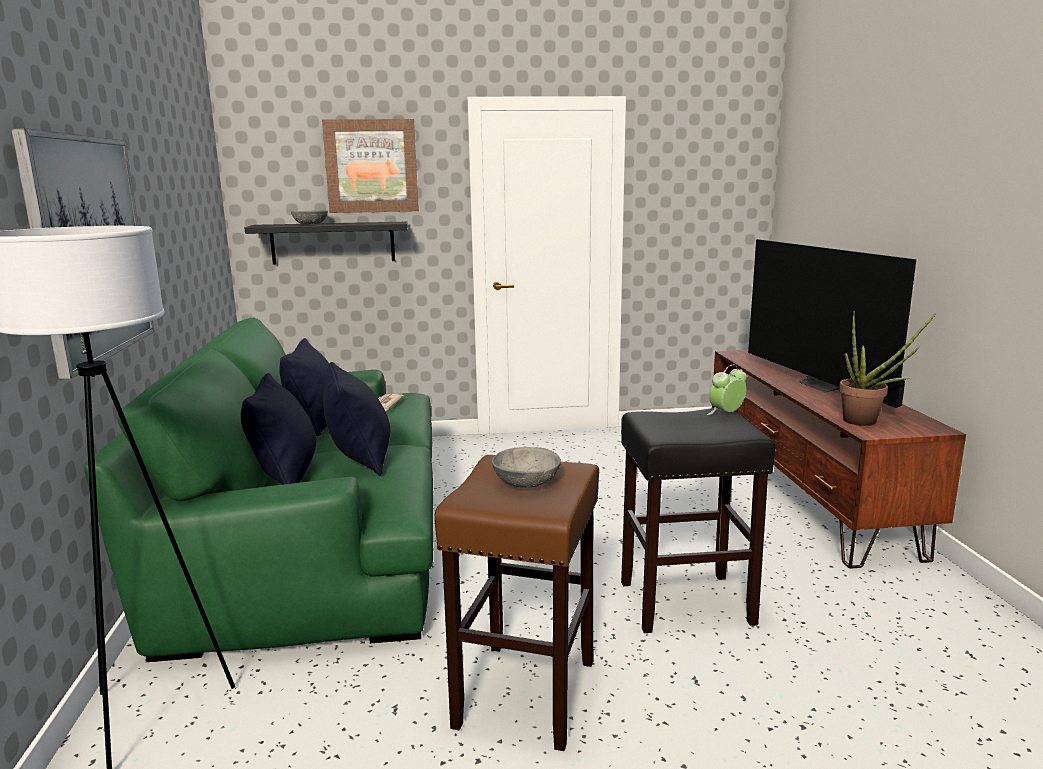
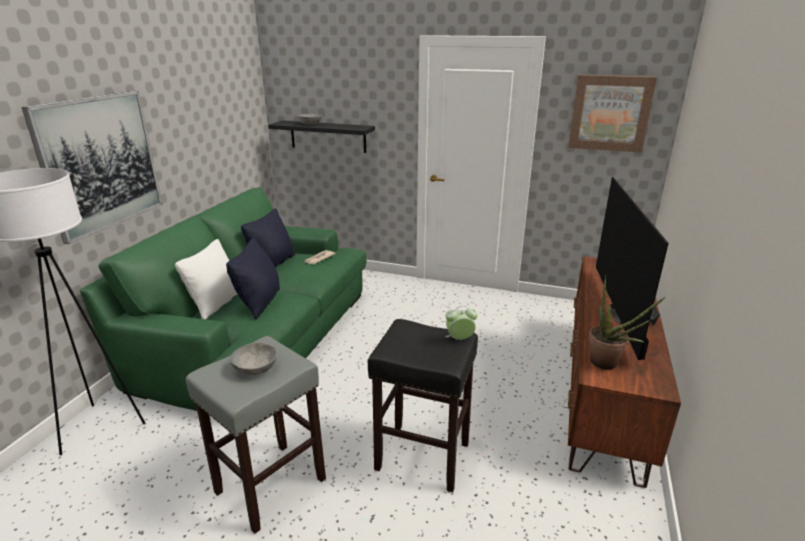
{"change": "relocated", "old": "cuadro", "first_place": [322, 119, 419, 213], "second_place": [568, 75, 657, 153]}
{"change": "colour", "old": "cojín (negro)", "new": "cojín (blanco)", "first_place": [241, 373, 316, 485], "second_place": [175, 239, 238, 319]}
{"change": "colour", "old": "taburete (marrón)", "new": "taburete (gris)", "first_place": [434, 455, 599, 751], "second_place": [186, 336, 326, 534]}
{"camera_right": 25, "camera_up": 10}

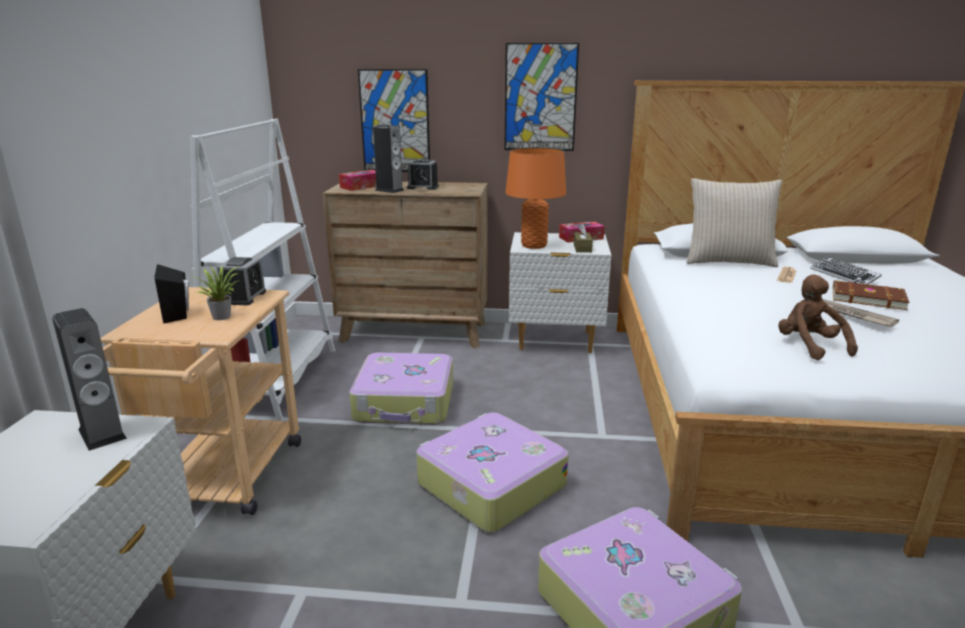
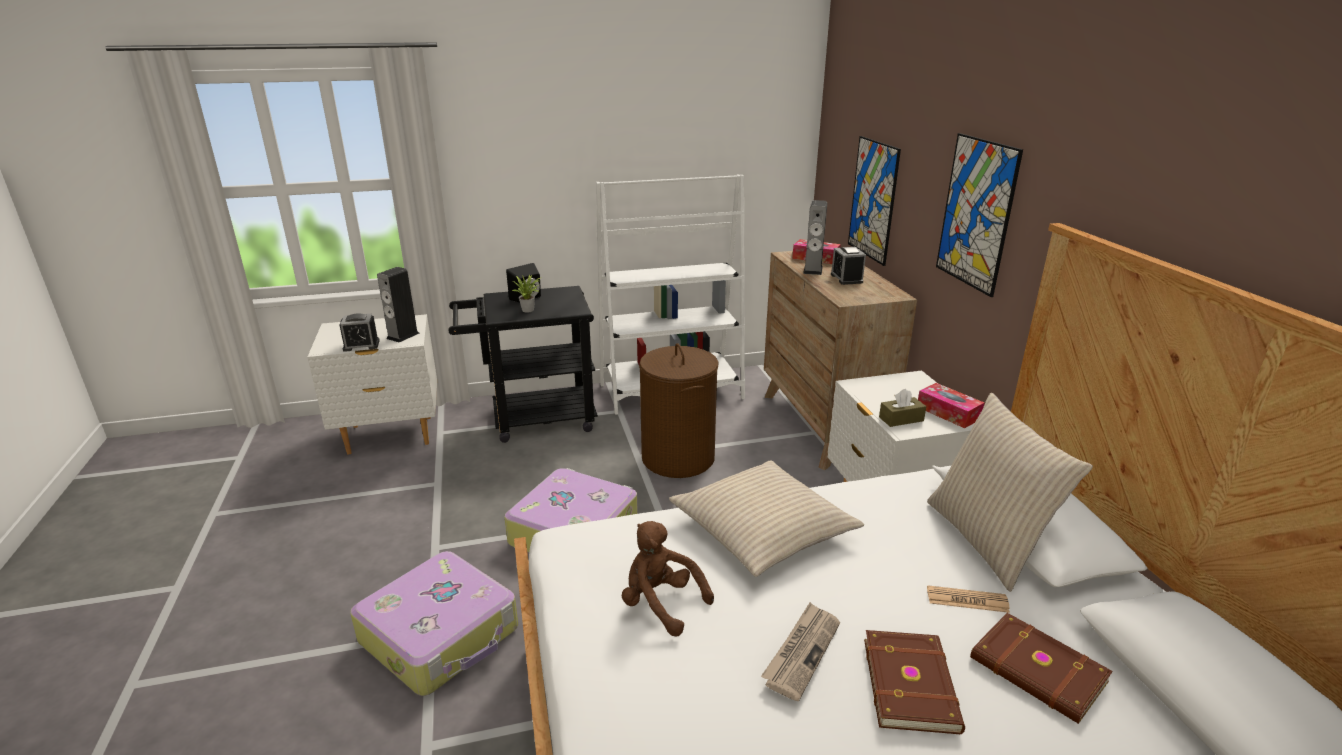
{"change": "missing", "old": "lámpara de mesa (naranja)", "first_place": [505, 147, 566, 249]}
{"change": "relocated", "old": "despertador", "first_place": [217, 257, 266, 305], "second_place": [339, 313, 380, 352]}
{"change": "exchanged", "old": "teclado", "new": "libro (marrón)", "first_place": [810, 257, 882, 284], "second_place": [970, 613, 1113, 724]}
{"change": "spun", "old": "peluche (marrón)", "first_place": [778, 275, 858, 360], "second_place": [622, 521, 714, 637], "degrees": -105}
{"change": "colour", "old": "carrito (beis)", "new": "carrito (negro)", "first_place": [100, 287, 301, 515], "second_place": [448, 286, 598, 443]}
{"change": "exchanged", "old": "maleta", "new": "cesto de la ropa (marrón)", "first_place": [349, 353, 453, 425], "second_place": [639, 343, 719, 478]}
{"change": "appeared", "new": "cojín (beis)", "second_place": [669, 461, 864, 577]}
{"camera_right": 70, "camera_up": 5}

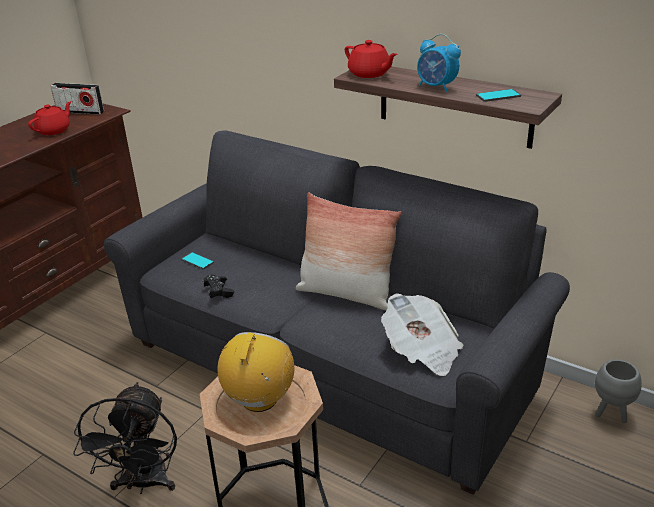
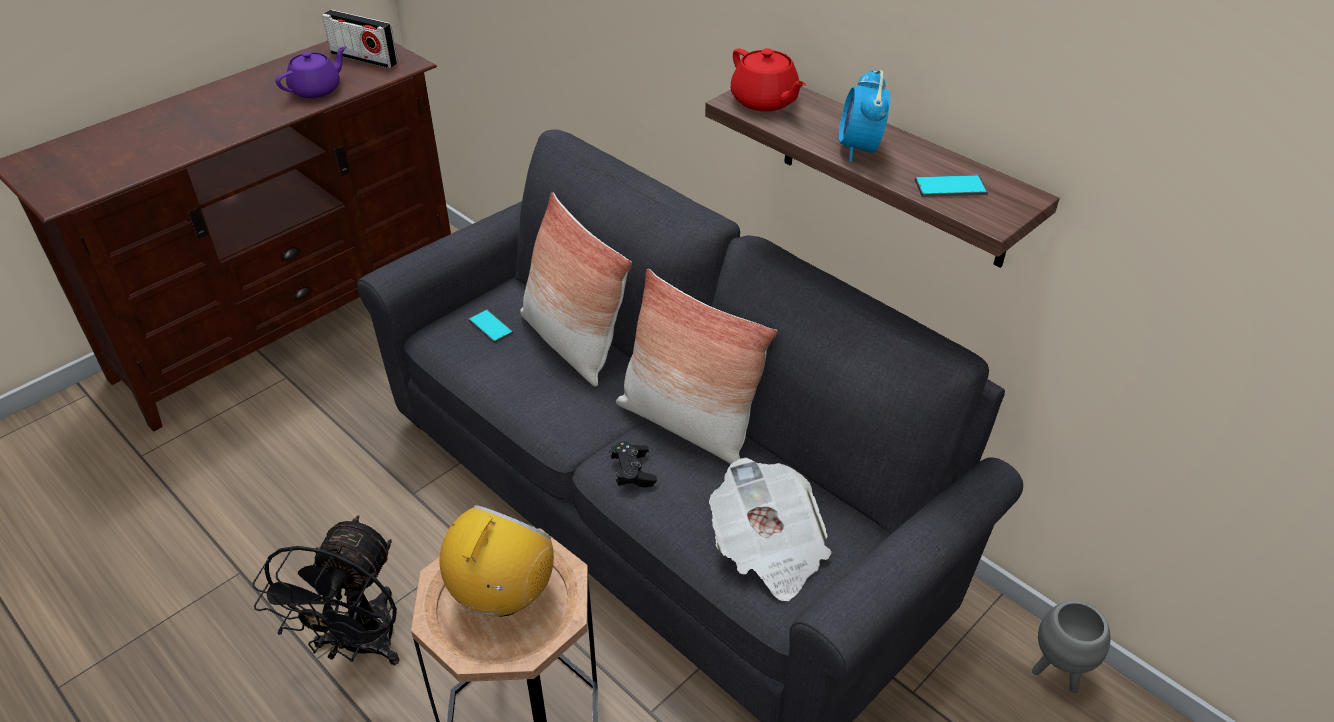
{"change": "spun", "old": "despertador", "first_place": [417, 34, 461, 92], "second_place": [839, 69, 890, 162], "degrees": 45}
{"change": "colour", "old": "tetera (rojo)", "new": "tetera (morado)", "first_place": [28, 101, 72, 135], "second_place": [275, 46, 347, 99]}
{"change": "relocated", "old": "mando de consola (negro)", "first_place": [202, 274, 234, 298], "second_place": [609, 441, 657, 488]}
{"change": "appeared", "new": "cojín", "second_place": [520, 192, 632, 387]}
{"camera_right": 10, "camera_up": 10}

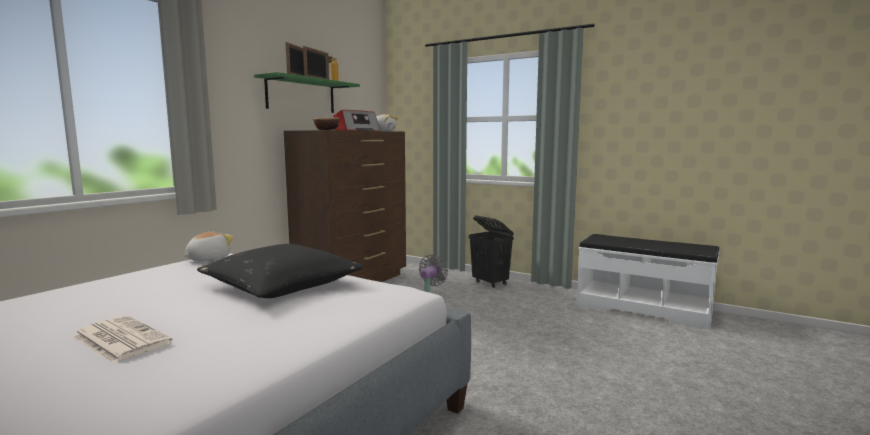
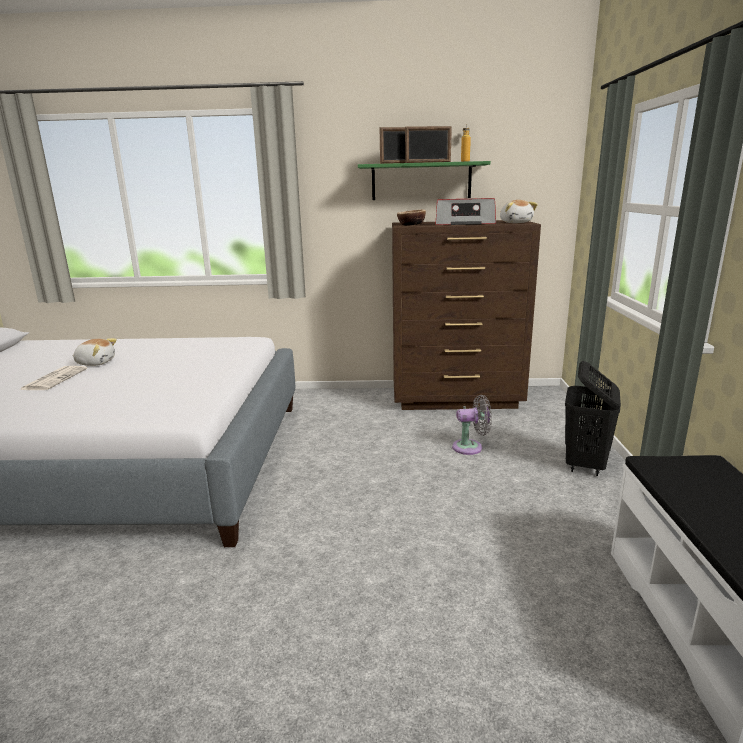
{"change": "relocated", "old": "peluche", "first_place": [183, 232, 234, 261], "second_place": [72, 338, 117, 366]}
{"change": "missing", "old": "cojín (negro)", "first_place": [197, 244, 364, 298]}
{"camera_right": 60, "camera_up": 10}

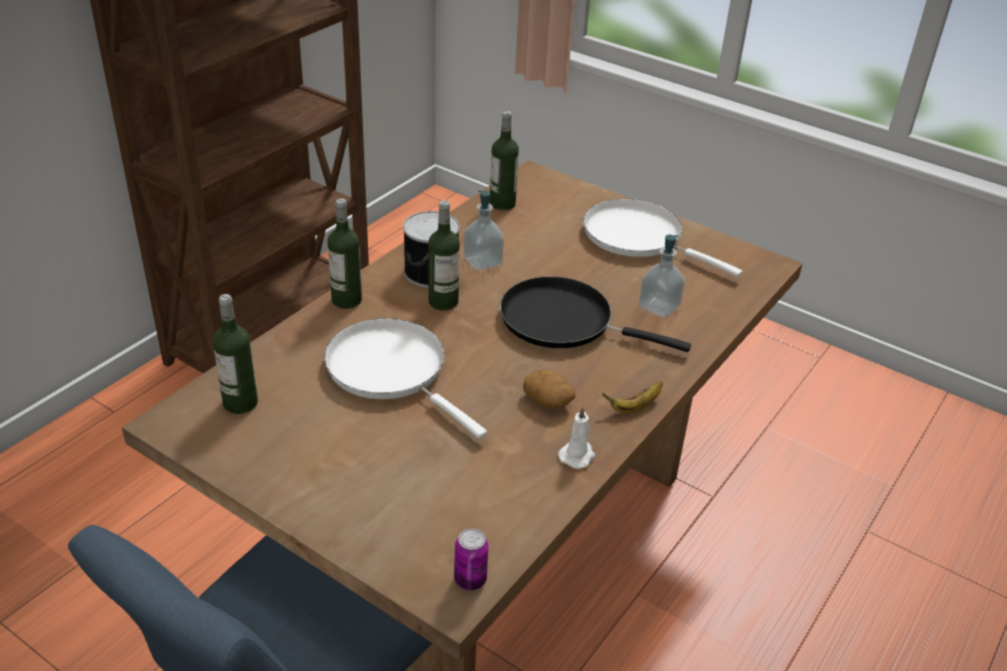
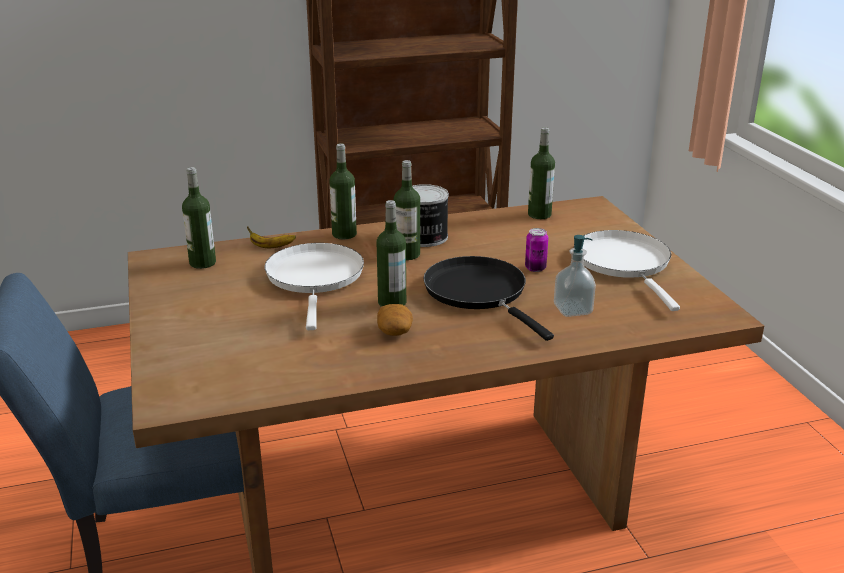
{"change": "missing", "old": "dispensador de jabón", "first_place": [463, 190, 504, 271]}
{"change": "relocated", "old": "plátano", "first_place": [602, 381, 663, 413], "second_place": [247, 227, 296, 248]}
{"change": "missing", "old": "vela (blanco)", "first_place": [558, 406, 595, 469]}
{"change": "relocated", "old": "lata", "first_place": [454, 529, 488, 590], "second_place": [525, 228, 548, 272]}
{"change": "appeared", "new": "botella", "second_place": [377, 200, 406, 307]}
{"camera_right": 40, "camera_up": -10}

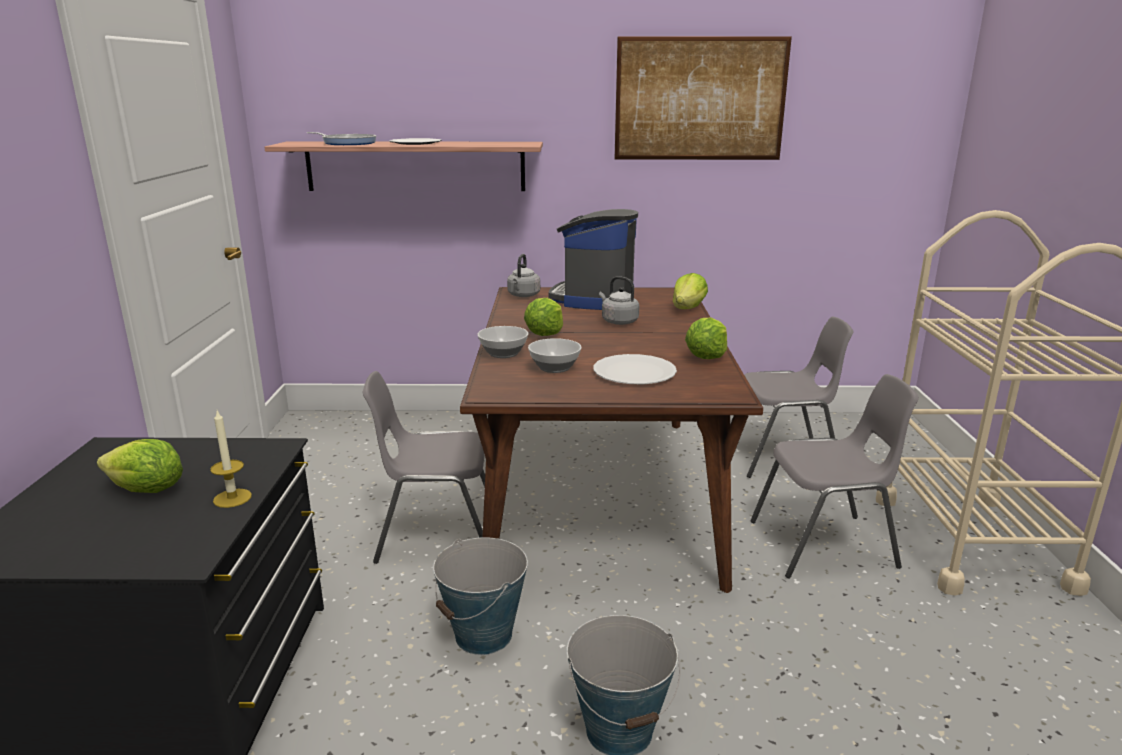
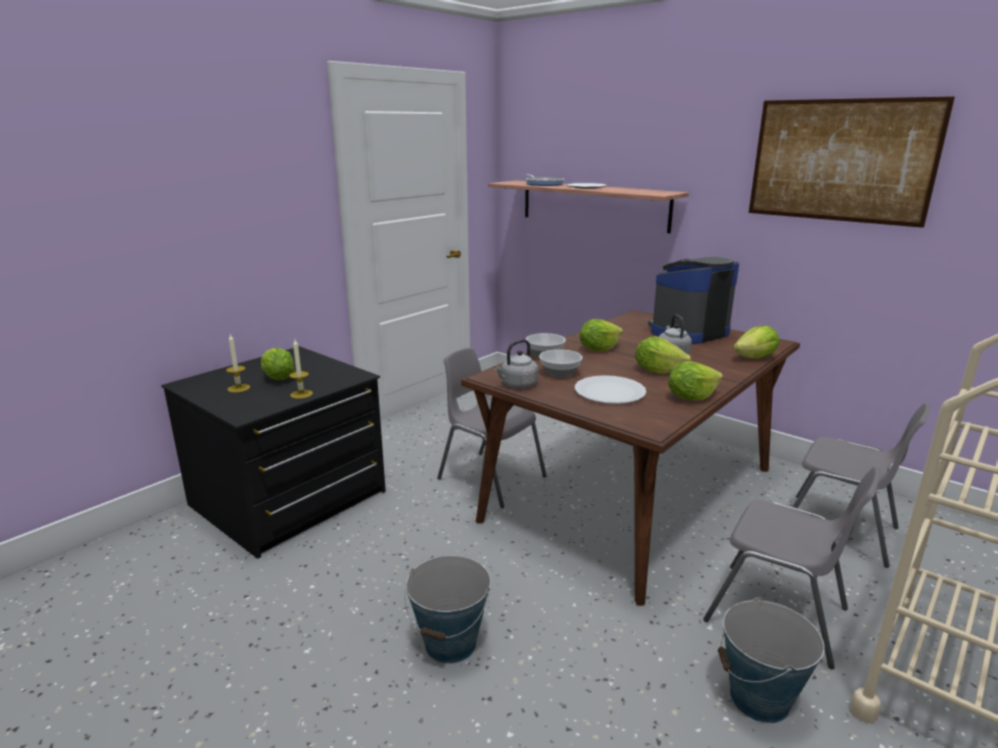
{"change": "relocated", "old": "hervidor (gris)", "first_place": [507, 254, 540, 297], "second_place": [494, 339, 538, 388]}
{"change": "relocated", "old": "cubo", "first_place": [433, 537, 528, 655], "second_place": [718, 597, 825, 723]}
{"change": "appeared", "new": "vela", "second_place": [226, 335, 250, 393]}
{"change": "appeared", "new": "lechuga", "second_place": [635, 336, 692, 374]}
{"camera_right": 40, "camera_up": 0}

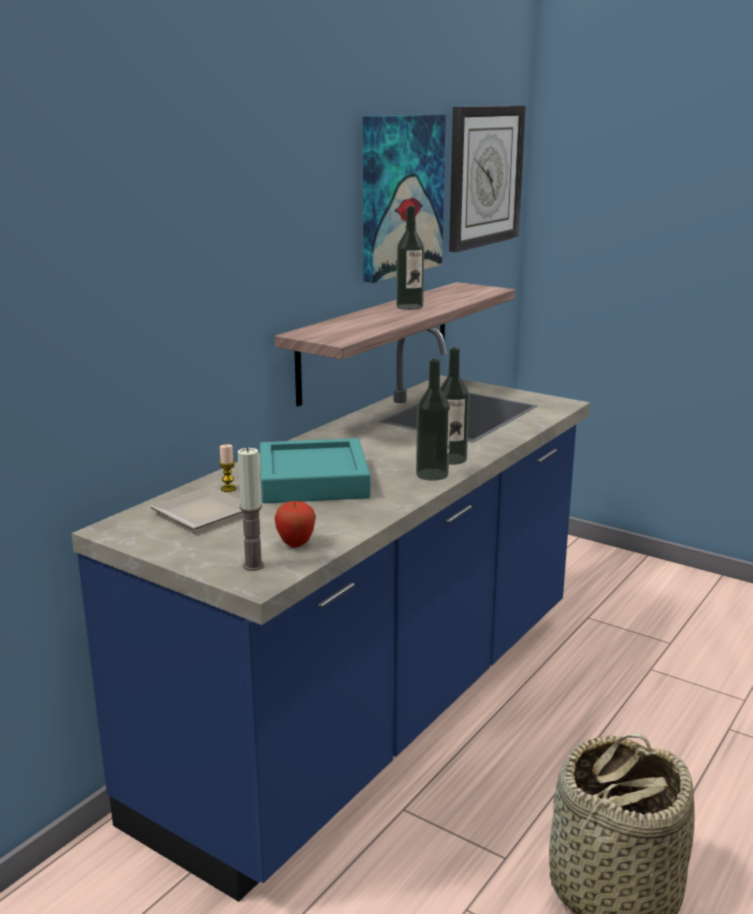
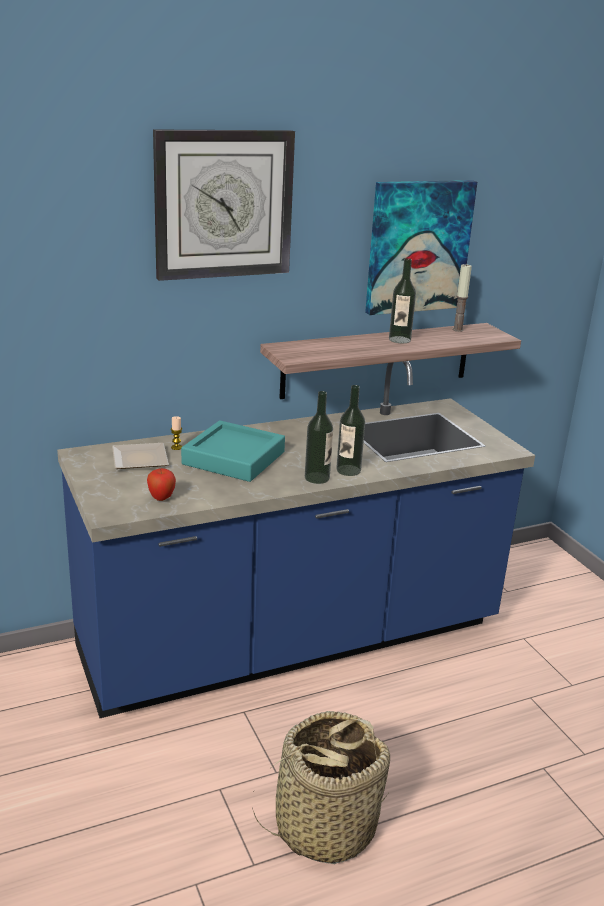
{"change": "relocated", "old": "reloj de pared", "first_place": [449, 106, 526, 252], "second_place": [153, 130, 295, 281]}
{"change": "relocated", "old": "vela", "first_place": [237, 447, 264, 571], "second_place": [452, 263, 472, 332]}
{"camera_right": 30, "camera_up": 5}

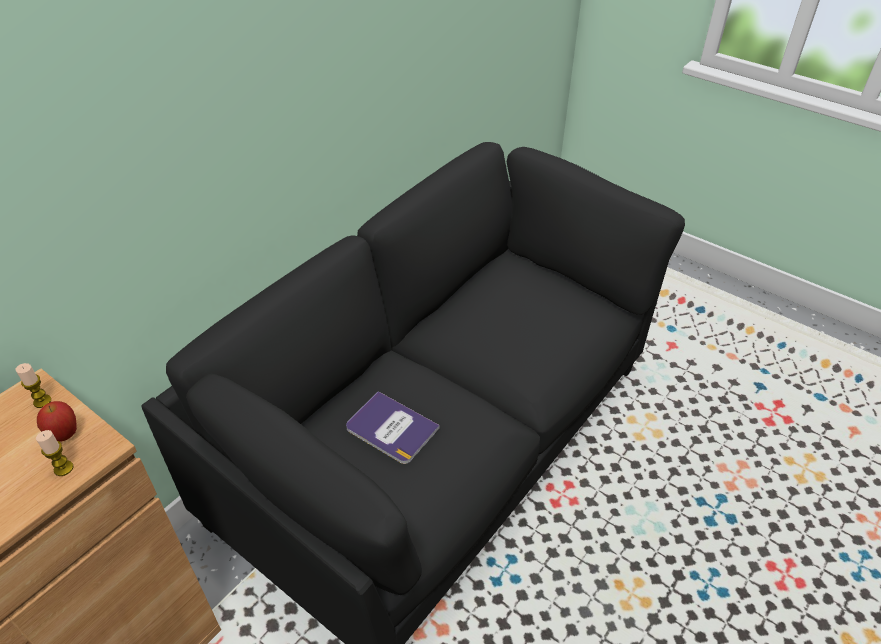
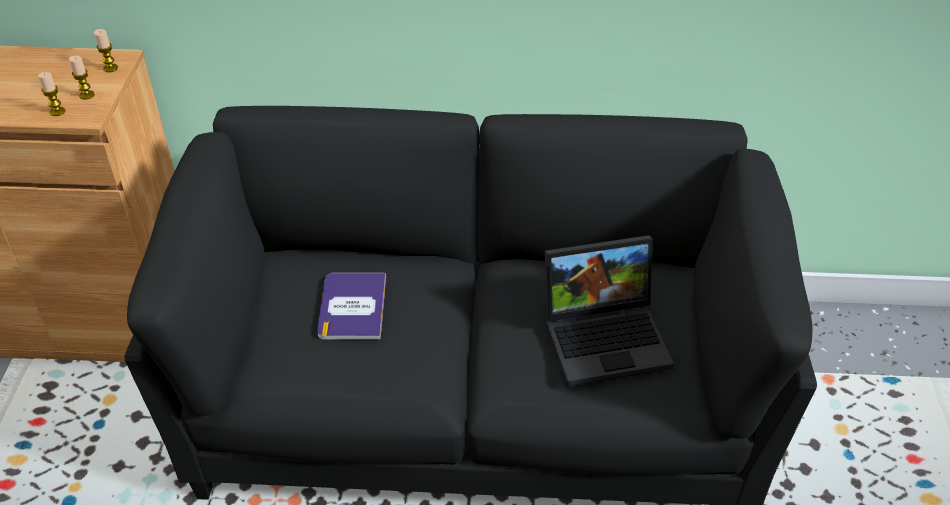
{"change": "exchanged", "old": "manzana", "new": "vela", "first_place": [37, 401, 77, 442], "second_place": [69, 56, 95, 100]}
{"change": "appeared", "new": "portátil", "second_place": [545, 235, 674, 387]}
{"camera_right": 55, "camera_up": 0}

